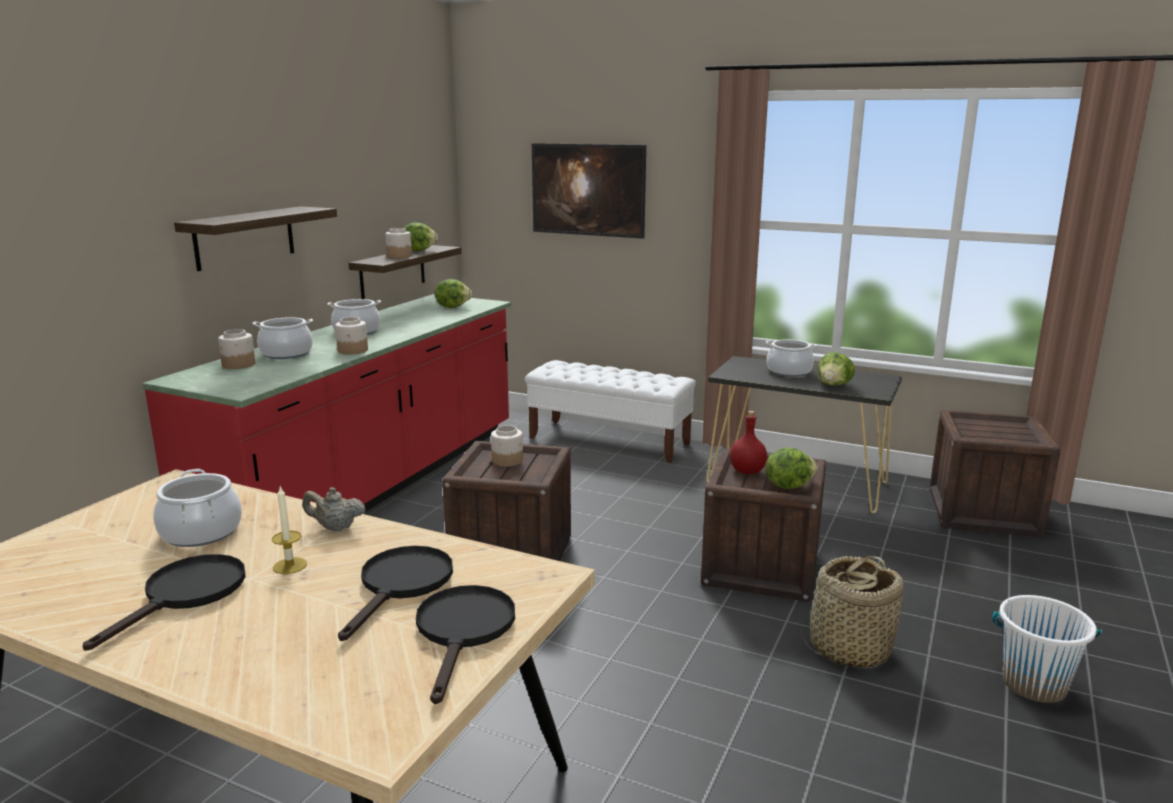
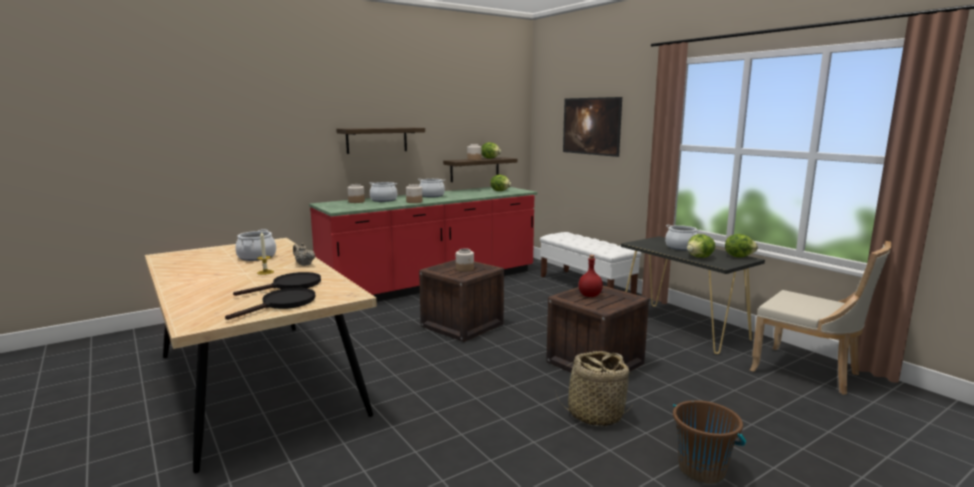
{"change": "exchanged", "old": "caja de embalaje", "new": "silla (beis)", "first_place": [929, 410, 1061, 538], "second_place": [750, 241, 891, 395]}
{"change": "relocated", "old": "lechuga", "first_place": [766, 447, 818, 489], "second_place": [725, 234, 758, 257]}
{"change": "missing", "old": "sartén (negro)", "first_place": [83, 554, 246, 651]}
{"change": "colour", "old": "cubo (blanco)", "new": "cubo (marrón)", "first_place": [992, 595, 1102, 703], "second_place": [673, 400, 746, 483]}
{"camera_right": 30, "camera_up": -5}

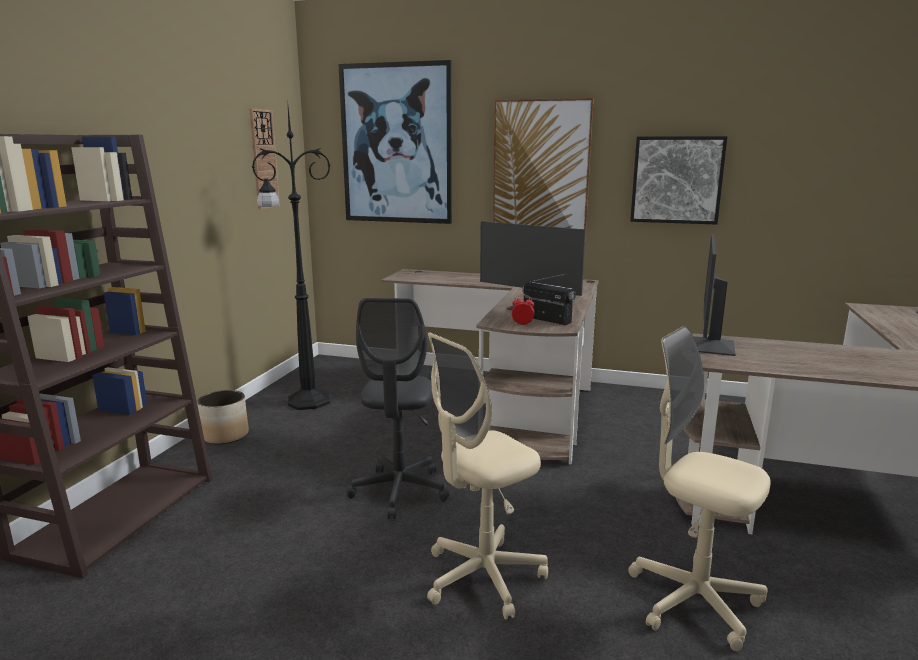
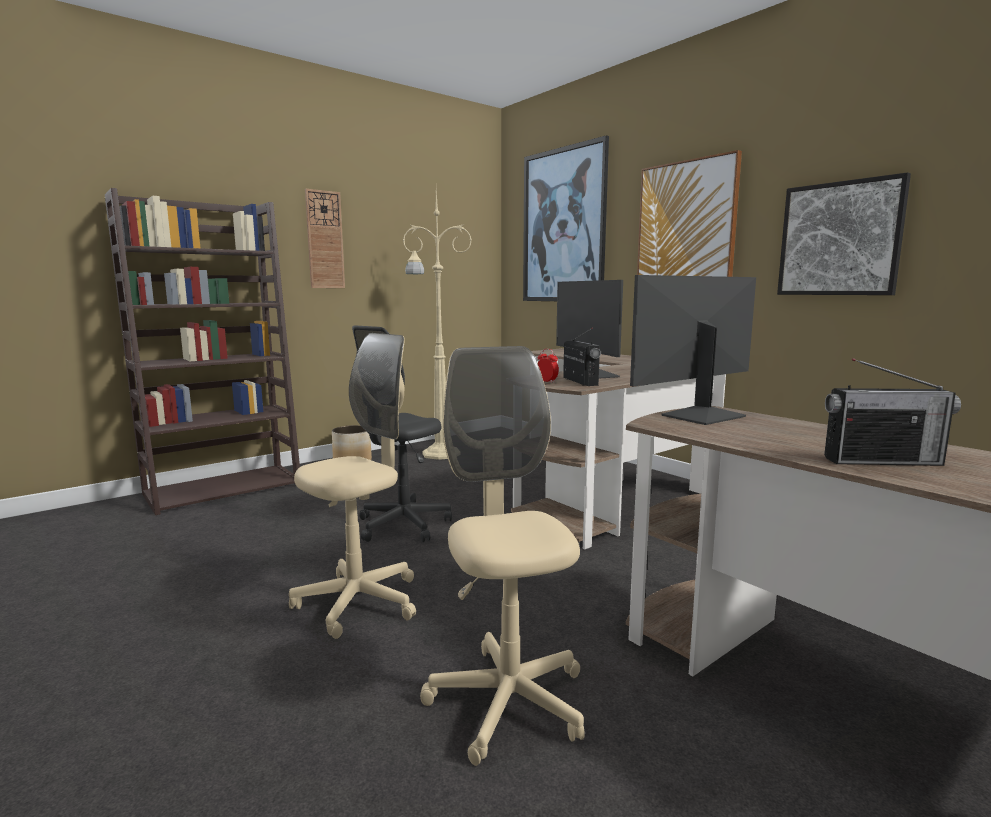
{"change": "relocated", "old": "reloj de pared", "first_place": [249, 108, 280, 209], "second_place": [305, 189, 345, 288]}
{"change": "colour", "old": "lámpara de pie (negro)", "new": "lámpara de pie (beis)", "first_place": [252, 108, 331, 410], "second_place": [403, 189, 472, 460]}
{"change": "spun", "old": "silla de oficina (beis)", "first_place": [427, 332, 548, 620], "second_place": [289, 333, 416, 639], "degrees": 135}
{"change": "appeared", "new": "radio", "second_place": [824, 358, 961, 466]}
{"camera_right": 35, "camera_up": -5}

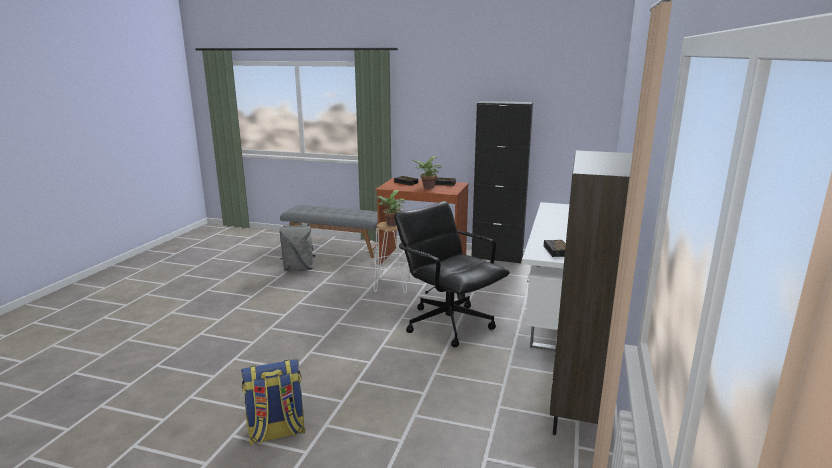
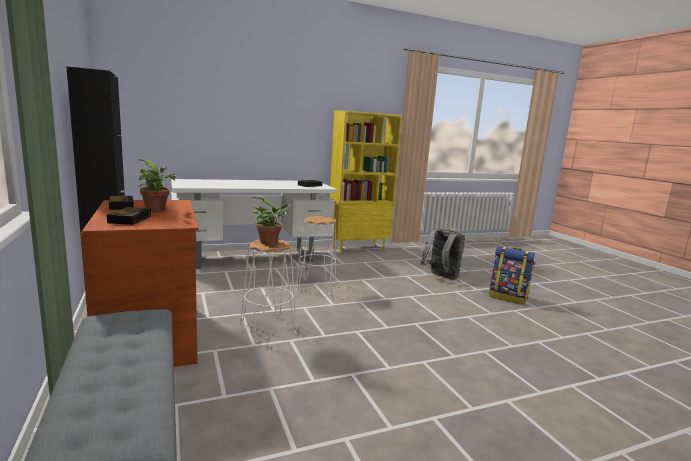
{"change": "colour", "old": "estantería (marrón)", "new": "estantería (amarillo)", "first_place": [550, 150, 633, 435], "second_place": [329, 110, 402, 254]}
{"change": "exchanged", "old": "silla de oficina (negro)", "new": "taburete (blanco)", "first_place": [394, 201, 510, 347], "second_place": [296, 216, 336, 294]}
{"change": "relocated", "old": "mochila (gris)", "first_place": [279, 222, 316, 271], "second_place": [421, 228, 465, 279]}
{"camera_right": -130, "camera_up": -5}

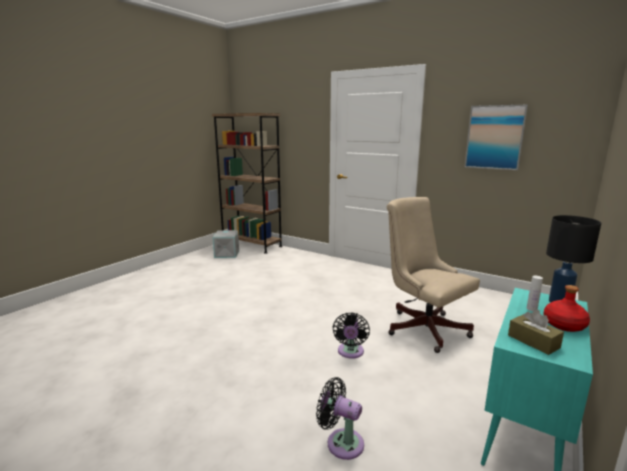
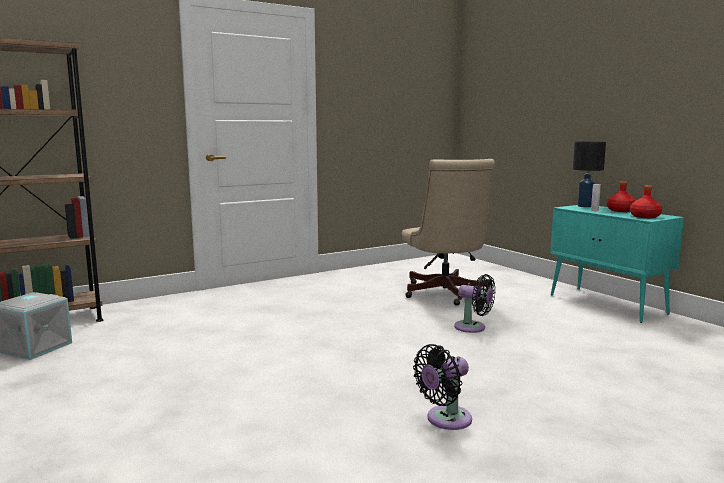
{"change": "missing", "old": "cuadro", "first_place": [465, 105, 528, 170]}
{"change": "spun", "old": "silla de oficina (beis)", "first_place": [387, 197, 480, 353], "second_place": [402, 159, 495, 306], "degrees": -90}
{"change": "exchanged", "old": "caja de pañuelos (marrón)", "new": "botella (rojo)", "first_place": [508, 310, 564, 355], "second_place": [630, 185, 662, 218]}
{"change": "relocated", "old": "ventilador (negro)", "first_place": [316, 377, 364, 460], "second_place": [413, 344, 472, 430]}
{"camera_right": -65, "camera_up": -5}

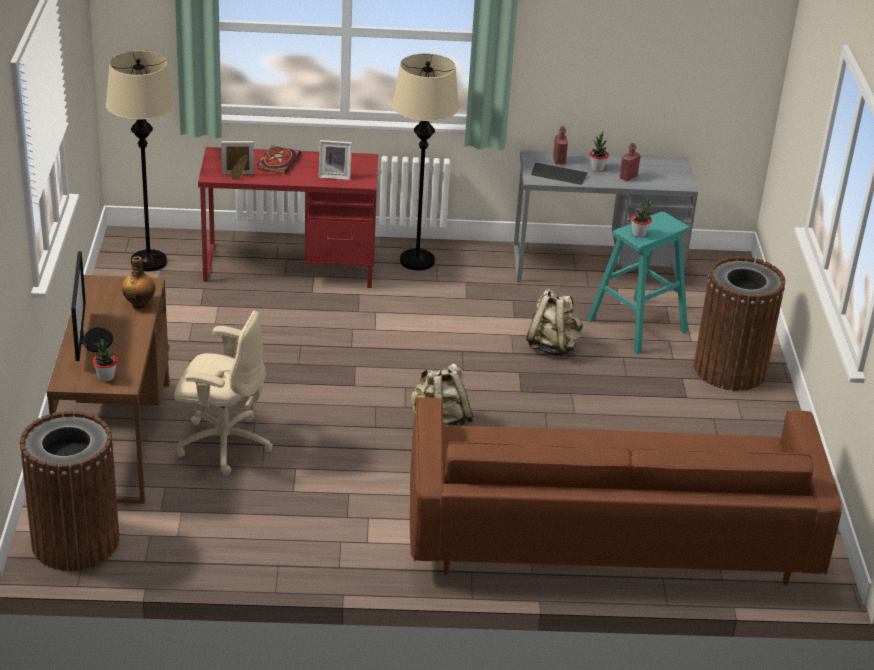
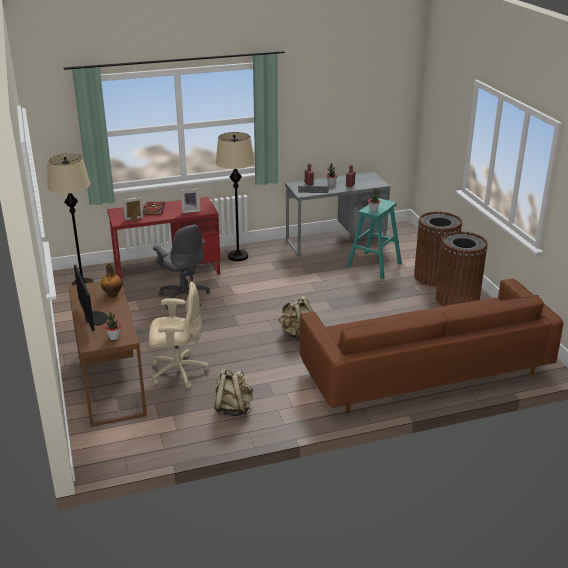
{"change": "relocated", "old": "mochila (beis)", "first_place": [526, 289, 583, 356], "second_place": [214, 368, 253, 416]}
{"change": "relocated", "old": "papelera (marrón)", "first_place": [20, 411, 119, 571], "second_place": [436, 231, 487, 306]}
{"change": "appeared", "new": "silla de oficina (gris)", "second_place": [153, 225, 210, 309]}
{"camera_right": -15, "camera_up": -5}

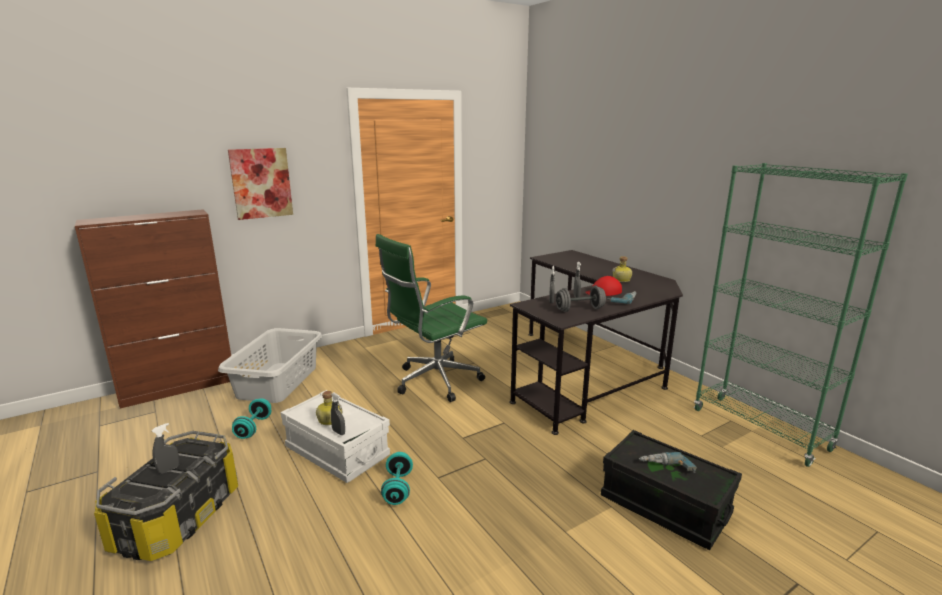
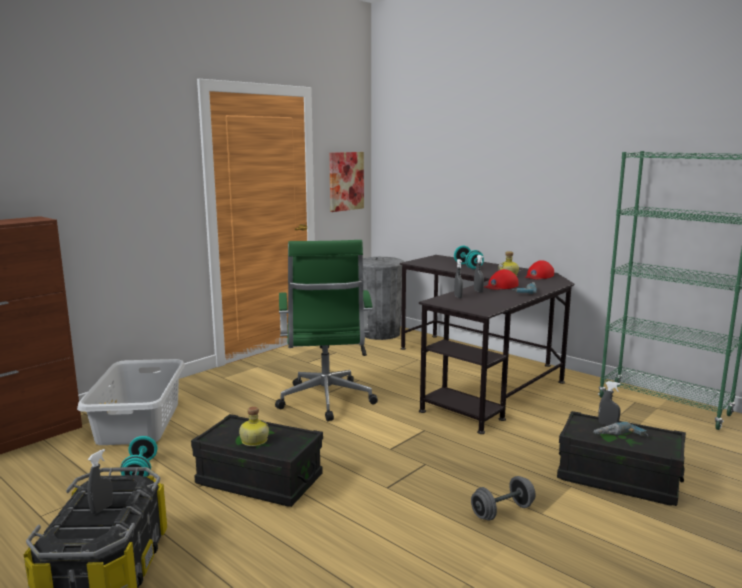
{"change": "relocated", "old": "cuadro", "first_place": [228, 148, 293, 220], "second_place": [329, 152, 364, 212]}
{"change": "spun", "old": "silla de oficina (verde)", "first_place": [376, 234, 487, 402], "second_place": [275, 240, 378, 421], "degrees": -45}
{"change": "relocated", "old": "mancuerna (gris)", "first_place": [556, 286, 606, 312], "second_place": [471, 476, 535, 521]}
{"change": "colour", "old": "caja de almacenaje (blanco)", "new": "caja de almacenaje (negro)", "first_place": [281, 390, 390, 483], "second_place": [191, 414, 323, 507]}
{"change": "relocated", "old": "pulverizador (gris)", "first_place": [331, 393, 345, 435], "second_place": [598, 381, 621, 425]}
{"change": "relocated", "old": "mancuerna (turquesa)", "first_place": [381, 452, 413, 505], "second_place": [454, 246, 484, 269]}
{"change": "appeared", "new": "papelera (gris)", "second_place": [363, 257, 404, 340]}
{"change": "appeared", "new": "gorra (rojo)", "second_place": [525, 260, 554, 280]}
{"camera_right": -15, "camera_up": -5}

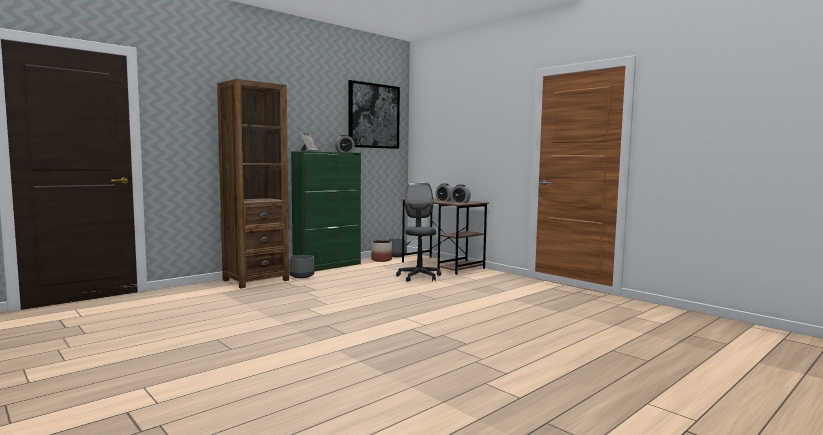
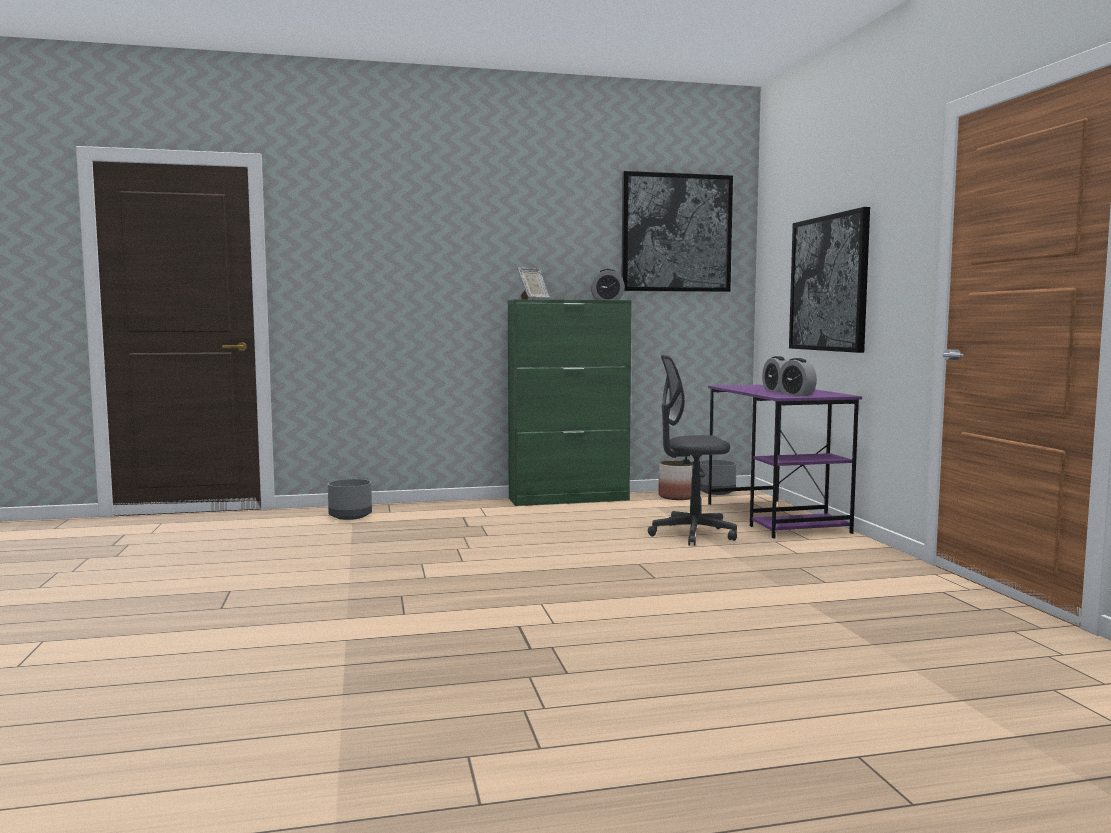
{"change": "missing", "old": "estantería (marrón)", "first_place": [217, 79, 289, 289]}
{"change": "spun", "old": "silla de oficina (gris)", "first_place": [396, 183, 441, 282], "second_place": [648, 355, 737, 546], "degrees": -120}
{"change": "colour", "old": "escritorio (marrón)", "new": "escritorio (morado)", "first_place": [401, 198, 489, 275], "second_place": [708, 385, 862, 539]}
{"change": "relocated", "old": "maceta (gris)", "first_place": [289, 255, 314, 278], "second_place": [328, 479, 372, 520]}
{"change": "appeared", "new": "cuadro", "second_place": [789, 207, 870, 353]}
{"camera_right": 30, "camera_up": 0}

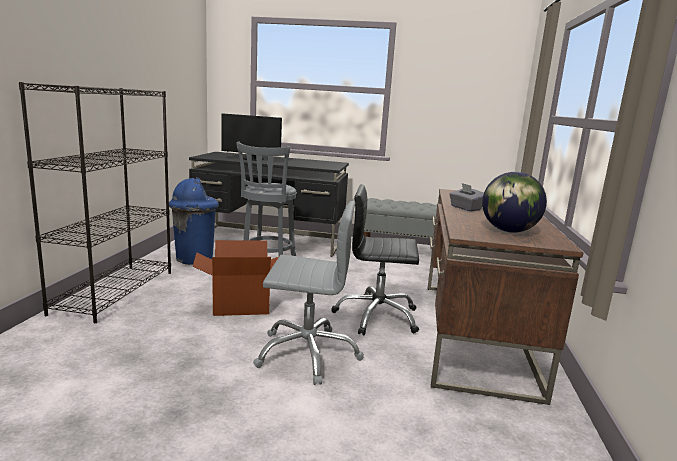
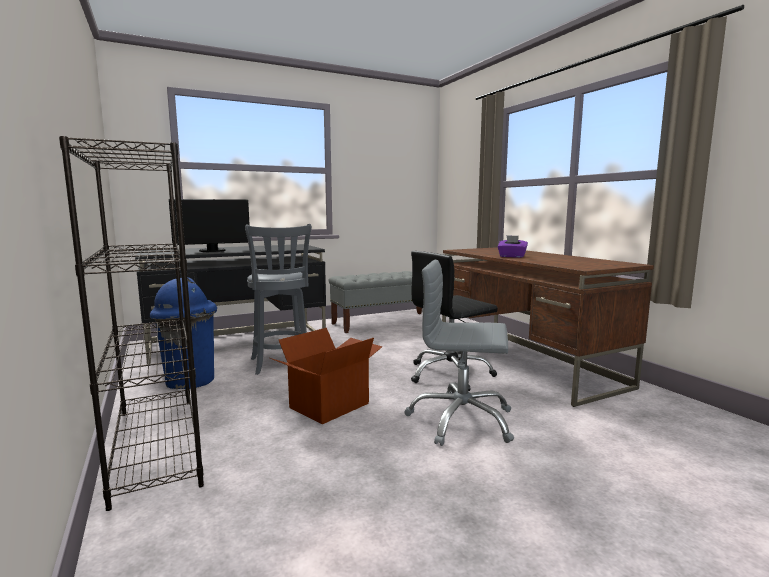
{"change": "missing", "old": "globo terráqueo", "first_place": [482, 172, 547, 233]}
{"change": "colour", "old": "caja de pañuelos (gris)", "new": "caja de pañuelos (morado)", "first_place": [449, 183, 484, 211], "second_place": [498, 235, 528, 258]}
{"change": "spun", "old": "silla de oficina (gris)", "first_place": [253, 201, 364, 385], "second_place": [405, 260, 514, 446], "degrees": -135}
{"camera_right": -35, "camera_up": -5}

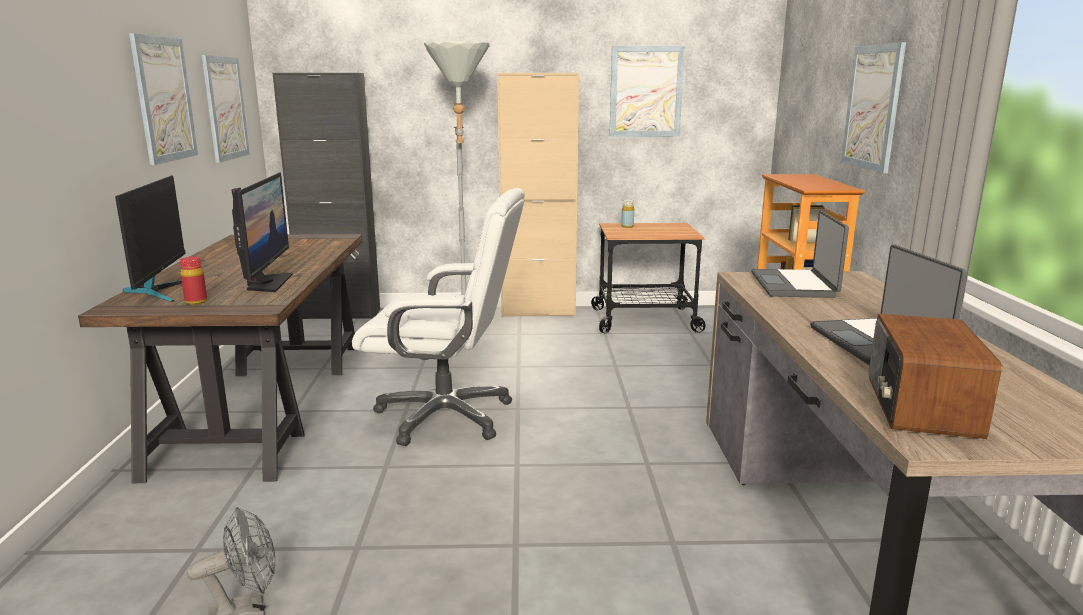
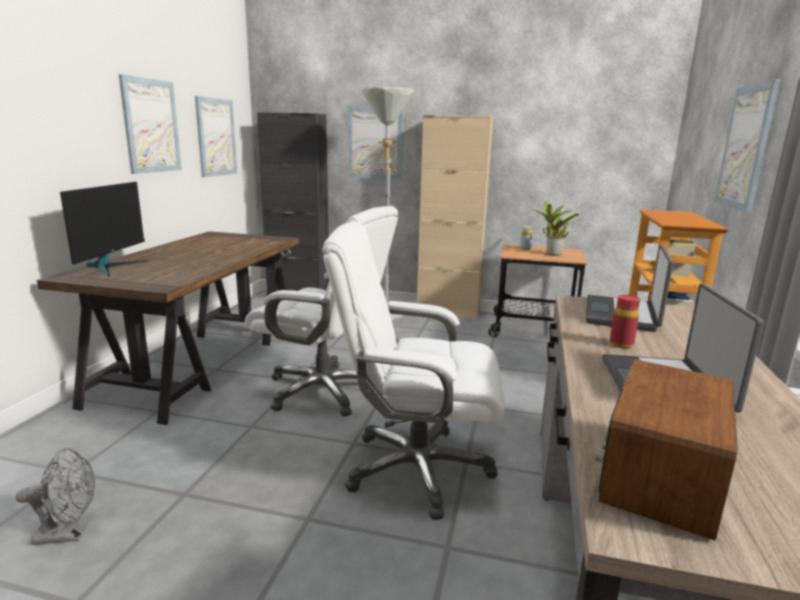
{"change": "relocated", "old": "cuadro", "first_place": [609, 46, 685, 136], "second_place": [348, 106, 404, 179]}
{"change": "missing", "old": "monitor", "first_place": [231, 173, 293, 292]}
{"change": "relocated", "old": "botella (rojo)", "first_place": [180, 257, 207, 305], "second_place": [610, 295, 640, 348]}
{"change": "appeared", "new": "planta en maceta", "second_place": [532, 201, 579, 256]}
{"change": "appeared", "new": "silla de oficina (blanco)", "second_place": [323, 221, 504, 520]}
{"camera_right": 15, "camera_up": 0}

